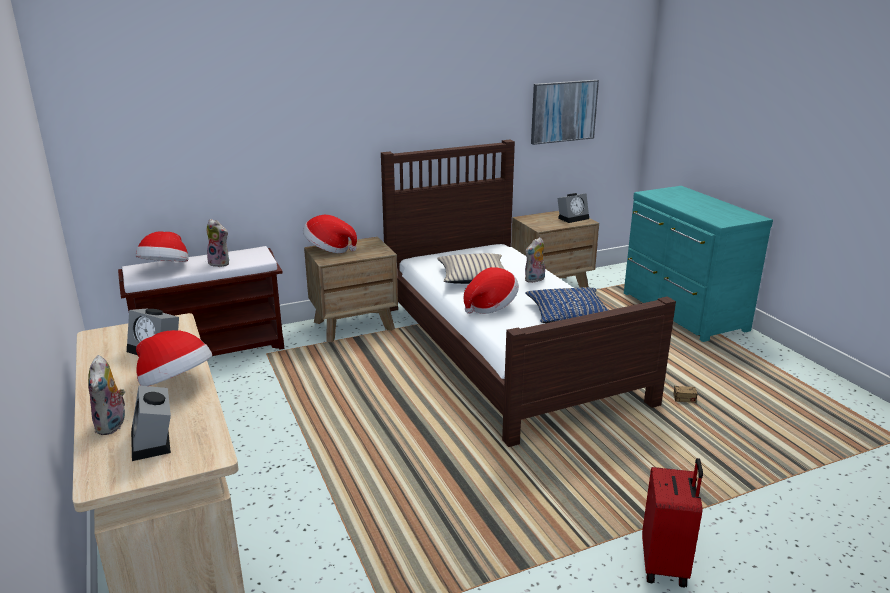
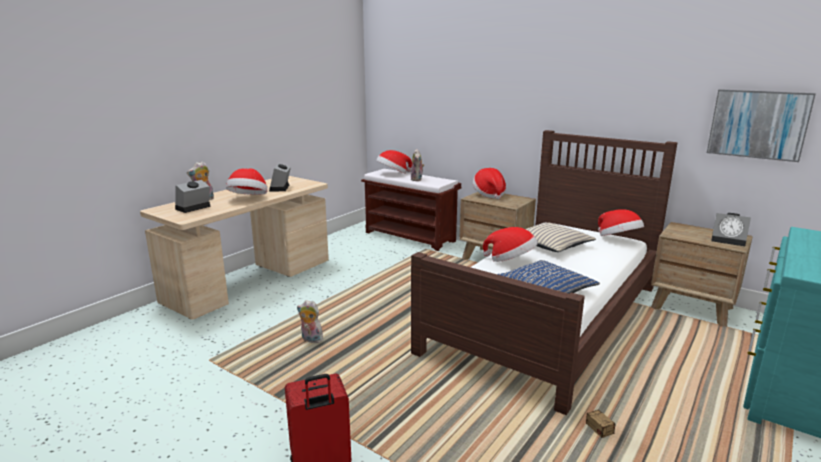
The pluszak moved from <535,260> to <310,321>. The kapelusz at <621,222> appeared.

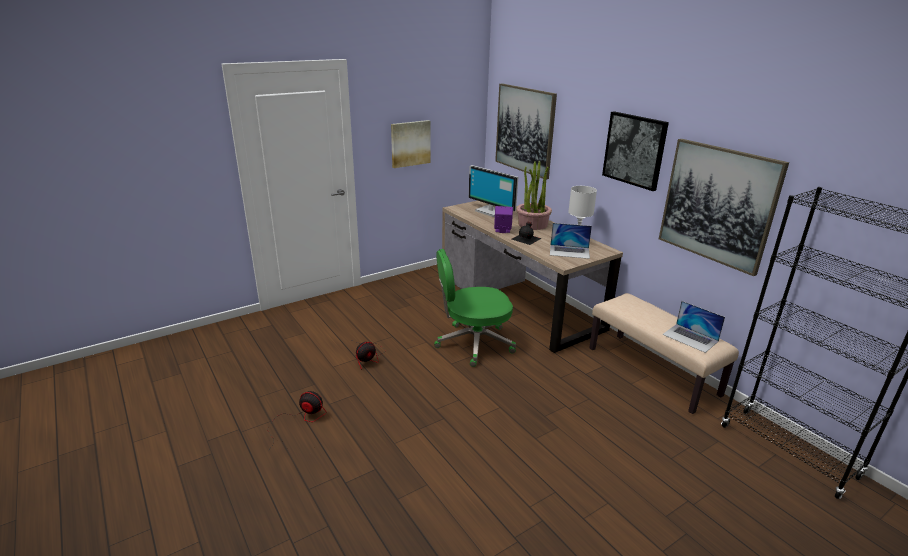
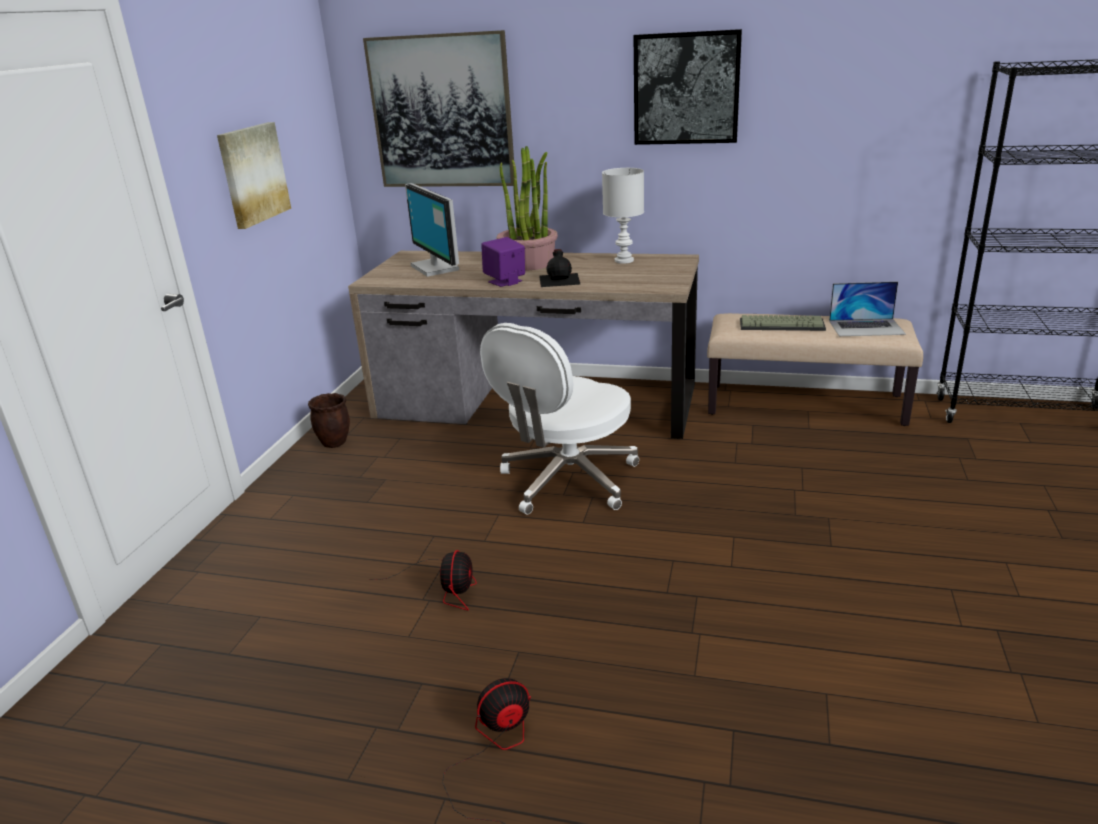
The obraz at <724,207> disappeared. The monitor at <493,191> turned 60 degrees clockwise. The laptop at <571,241> disappeared. The krzesło biurowe (zielony) at <475,308> became the krzesło biurowe (biały) at <559,419>. The klawiatura at <783,323> appeared. The donica (brązowy) at <329,420> appeared.

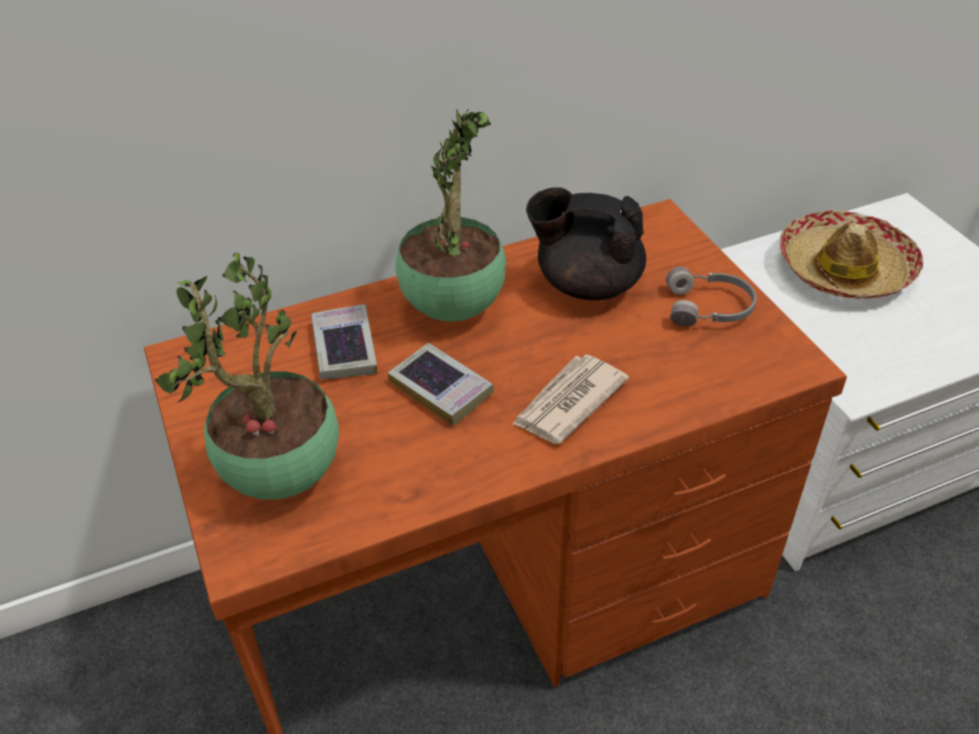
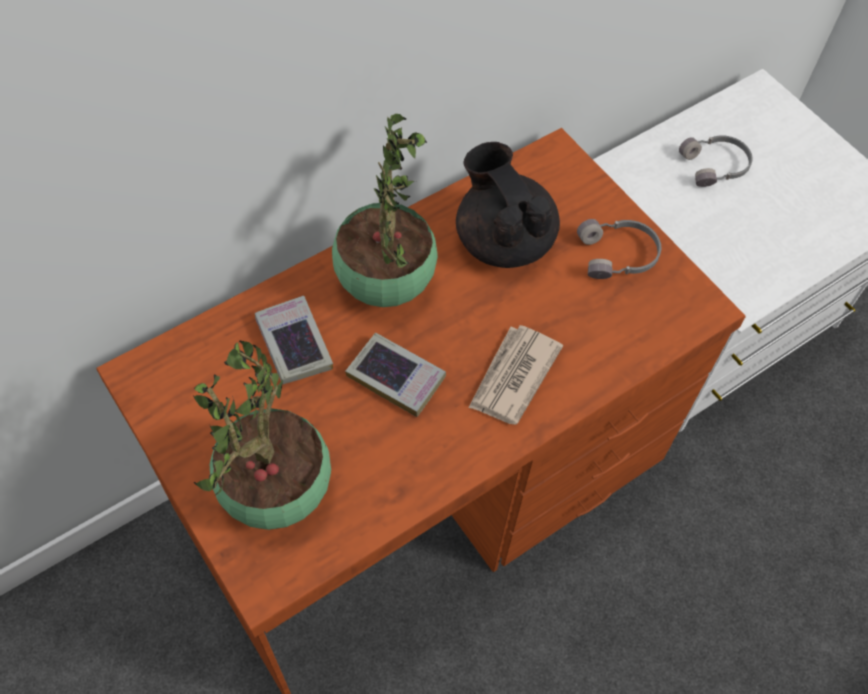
The imbryk (czarny) at <586,243> turned 60 degrees clockwise. The kapelusz at <851,254> was replaced by the słuchawki (szary) at <716,161>.

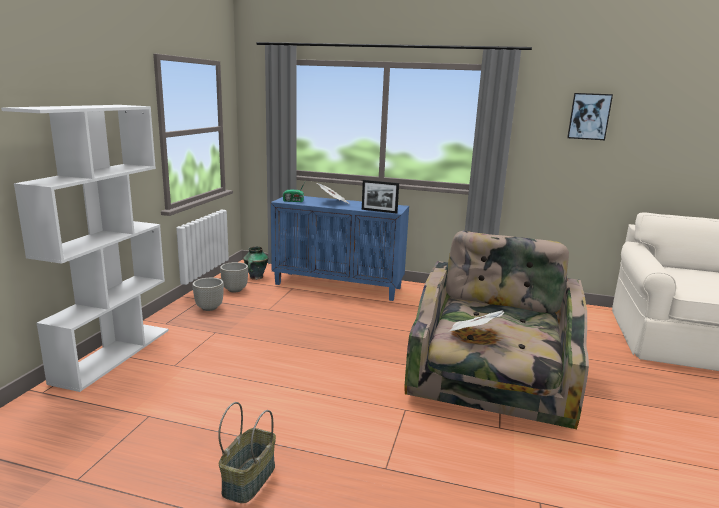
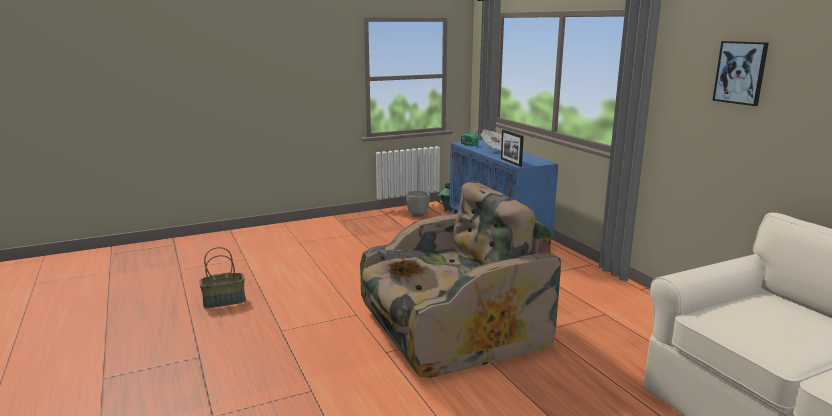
The regał (biały) at <85,248> disappeared. The donica (szary) at <208,294> disappeared.

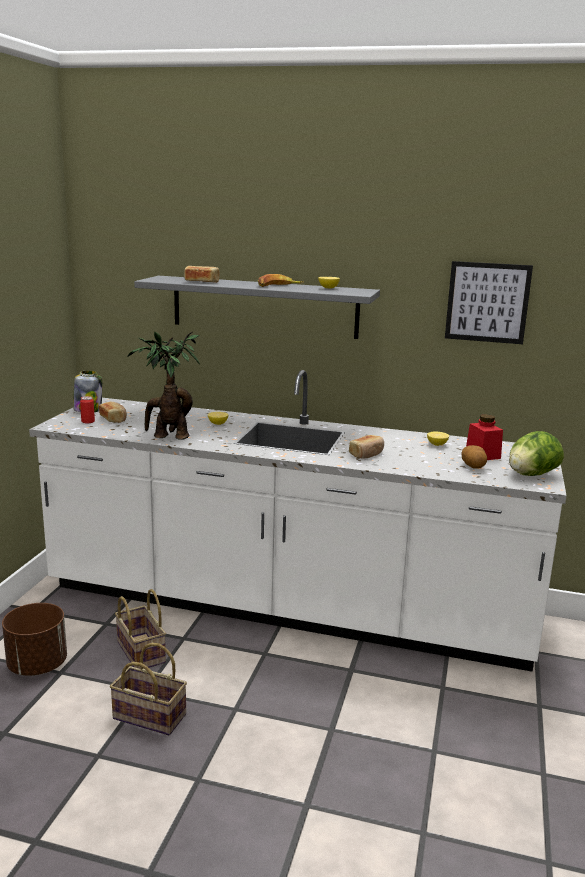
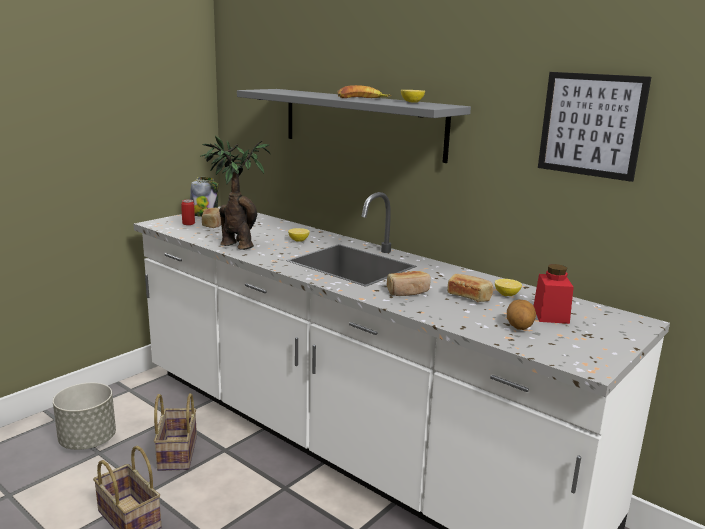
The chleb moved from <202,274> to <470,288>. The sałata at <536,453> disappeared. The donica (brązowy) at <34,639> became the donica (szary) at <84,416>.

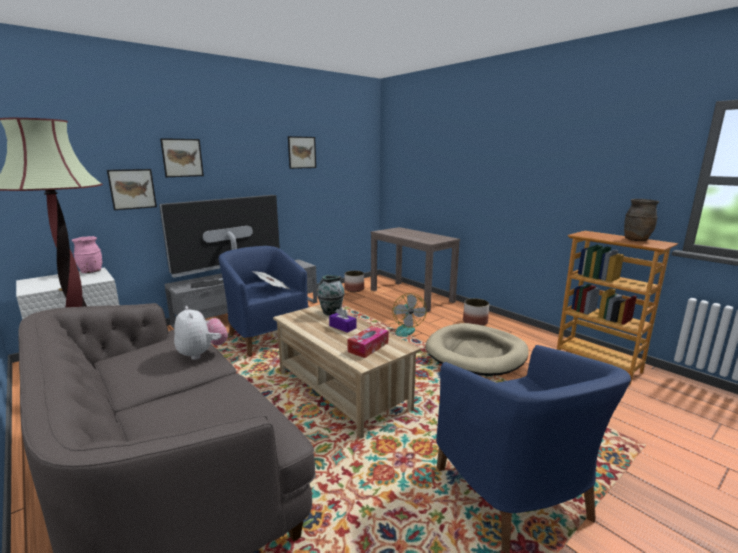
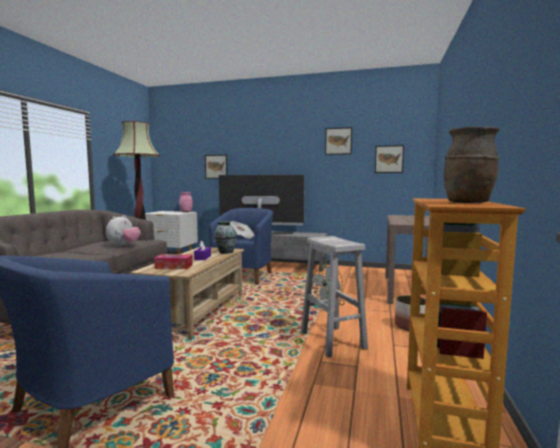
The obraz moved from <182,157> to <389,159>. The donica at <354,281> disappeared. The legowisko (beżowy) at <477,349> was replaced by the stołek (biały) at <334,296>.

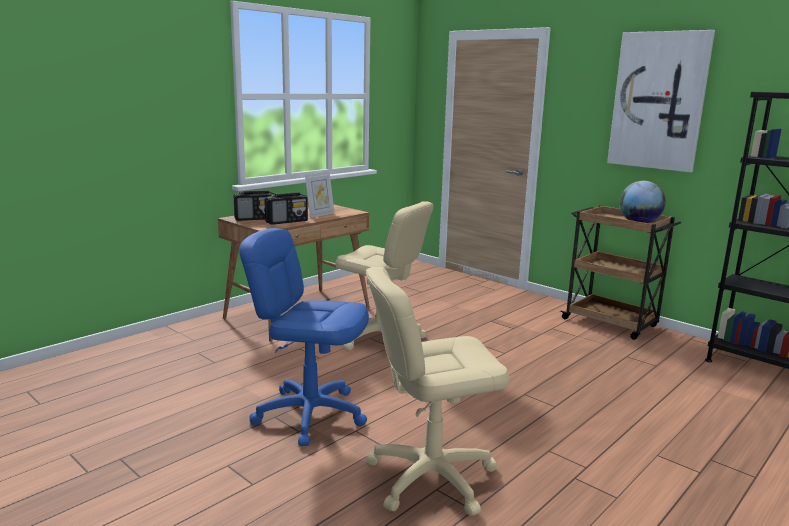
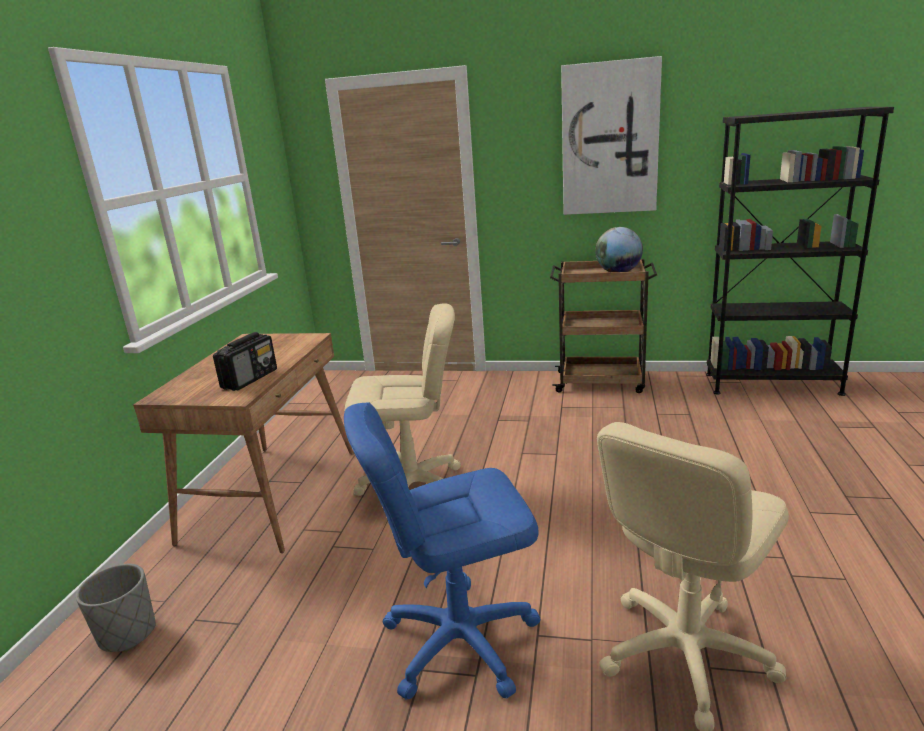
The ramka na zdjęcie at <319,195> disappeared. The radio at <254,205> disappeared. The donica (szary) at <116,608> appeared.

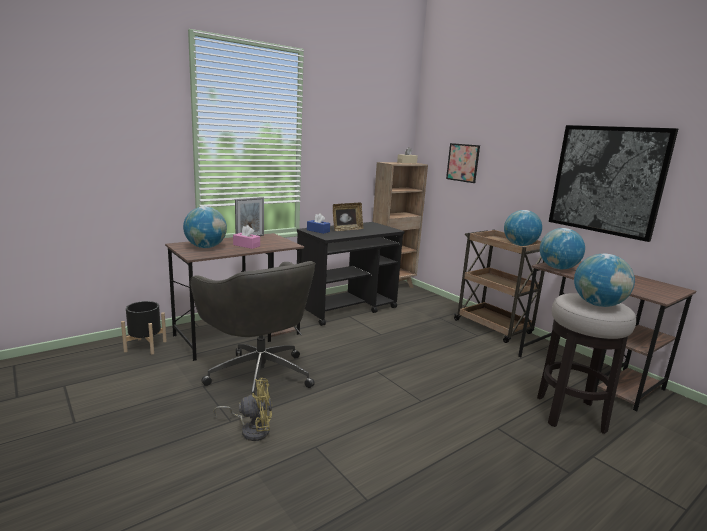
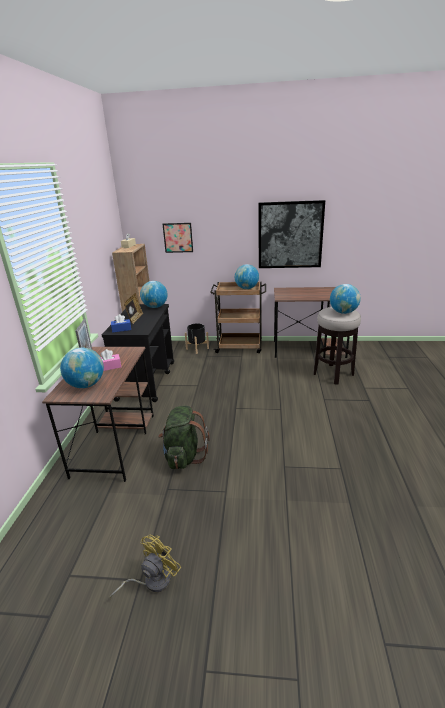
The globus moved from <562,248> to <154,294>. The krzesło biurowe (szary) at <253,327> was replaced by the plecak (zielony) at <184,437>. The donica (czarny) moved from <144,327> to <197,338>. The wentylator (żółty) moved from <242,409> to <145,567>.

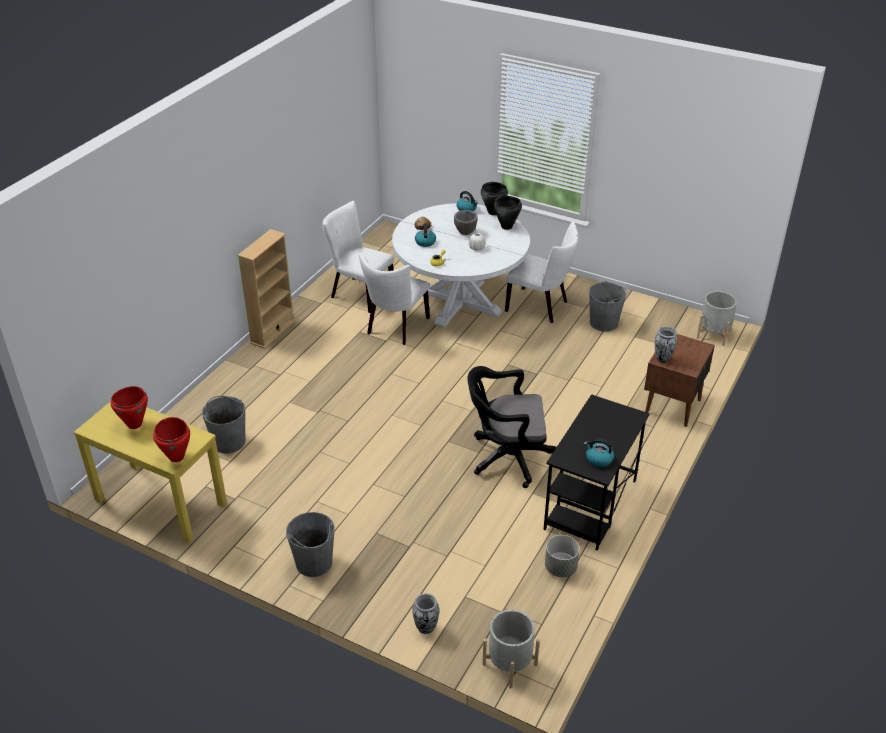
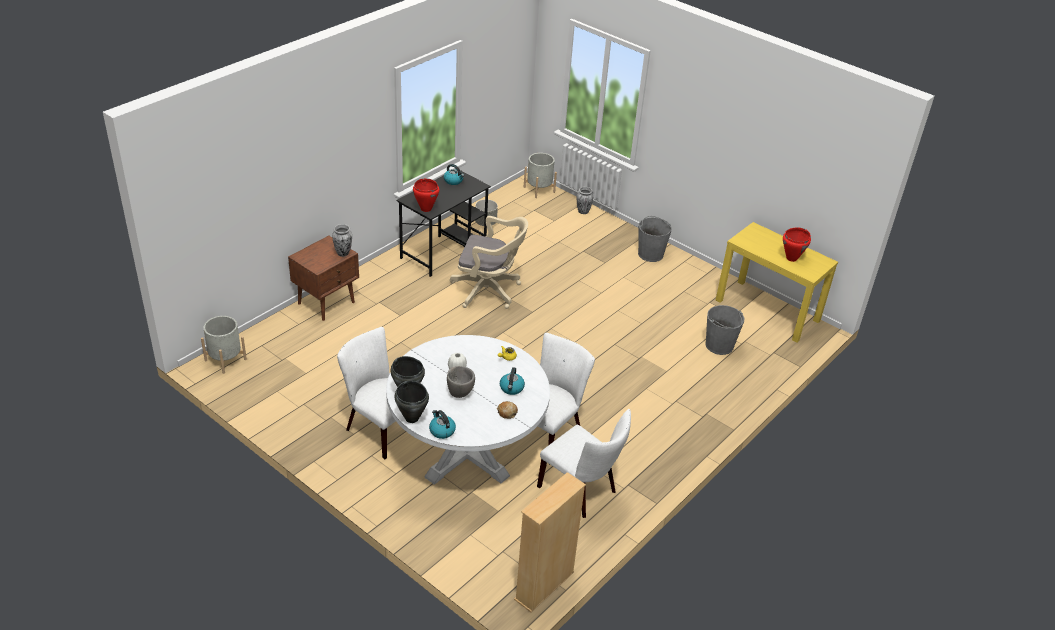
The regał (beżowy) moved from <266,289> to <550,542>. The wiadro (szary) at <608,306> disappeared. The krzesło biurowe (czarny) at <511,427> became the krzesło biurowe (beżowy) at <489,262>. The garnek (czerwony) moved from <171,439> to <426,195>.

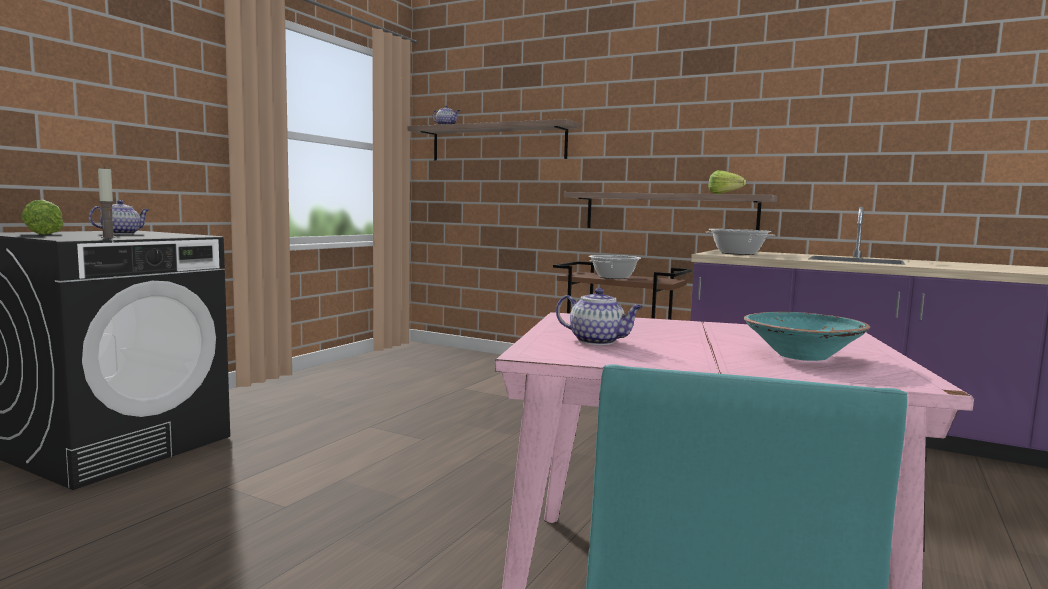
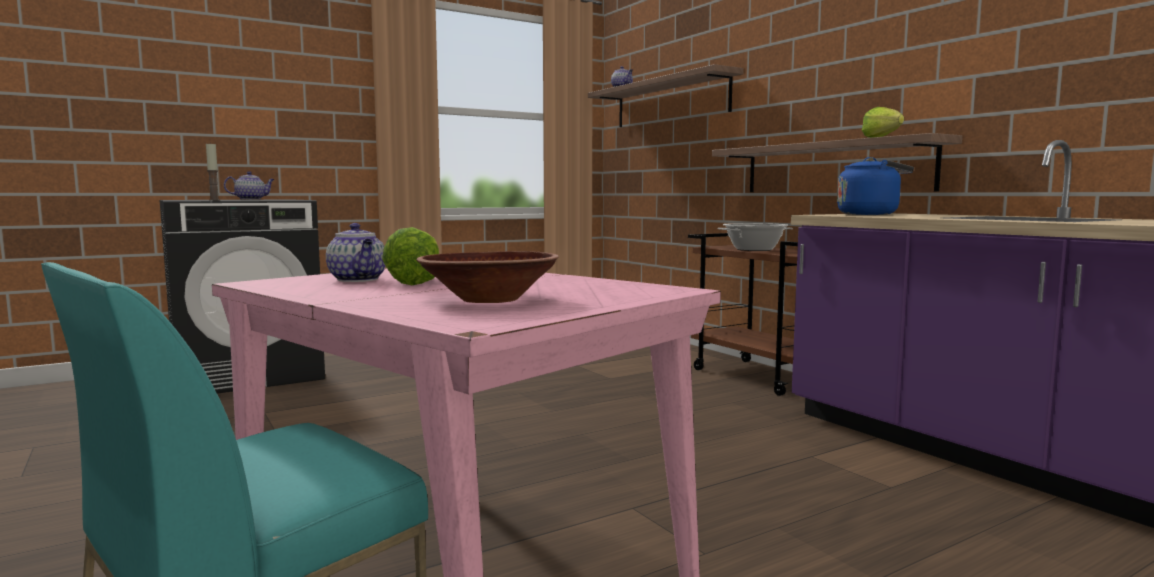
The sałata moved from <43,217> to <410,256>. The garnek at <740,242> was replaced by the czajnik (niebieski) at <875,186>. The miska (turkusowy) at <807,336> became the miska (brązowy) at <487,277>.

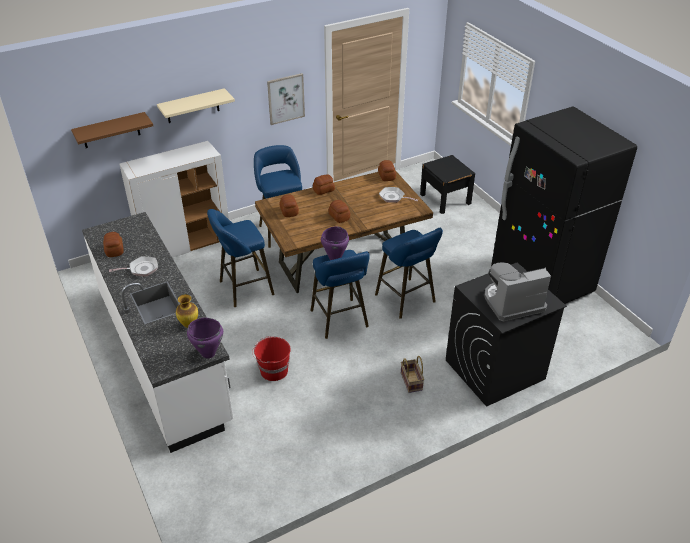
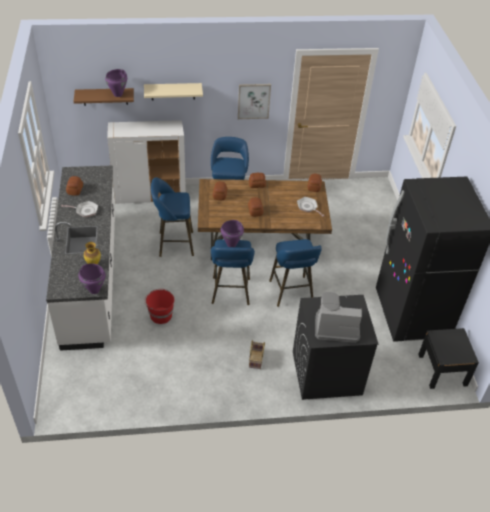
The szafka nocna (czarny) moved from <447,184> to <448,358>. The garnek (fioletowy) at <116,83> appeared.

